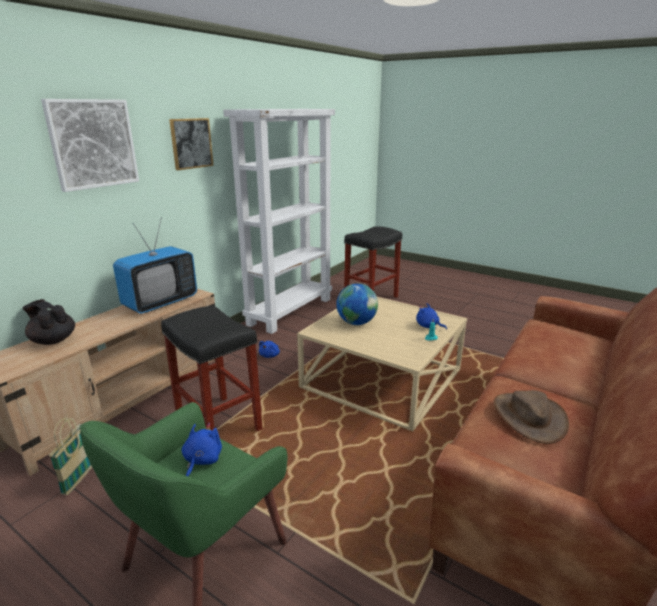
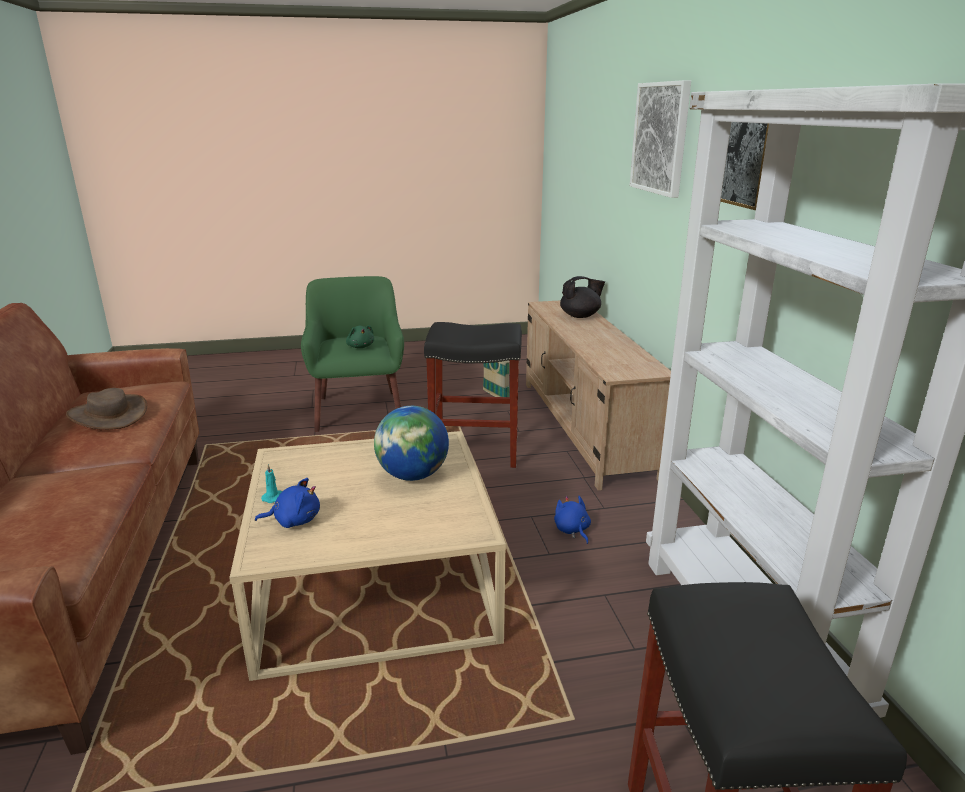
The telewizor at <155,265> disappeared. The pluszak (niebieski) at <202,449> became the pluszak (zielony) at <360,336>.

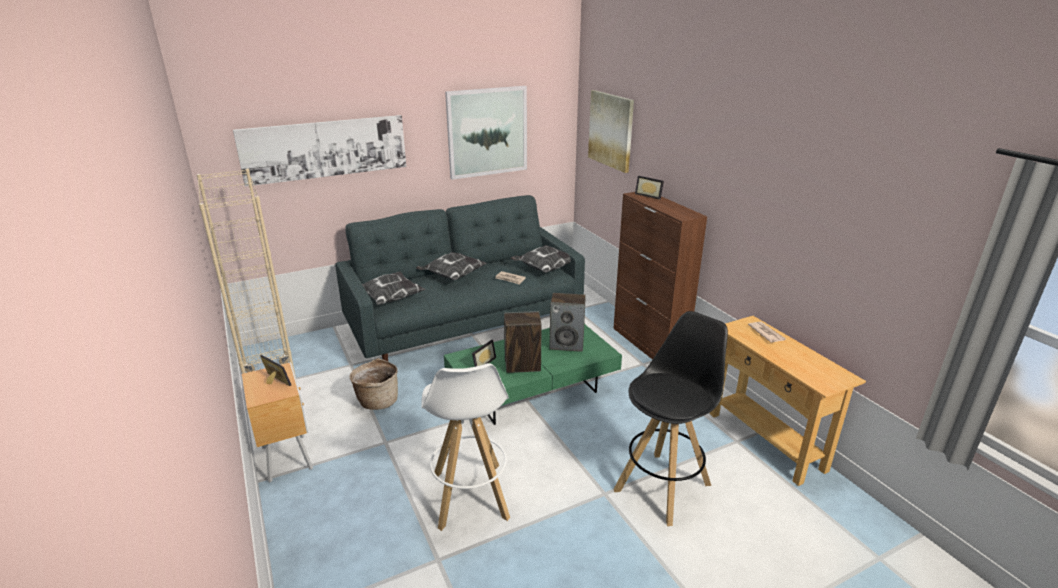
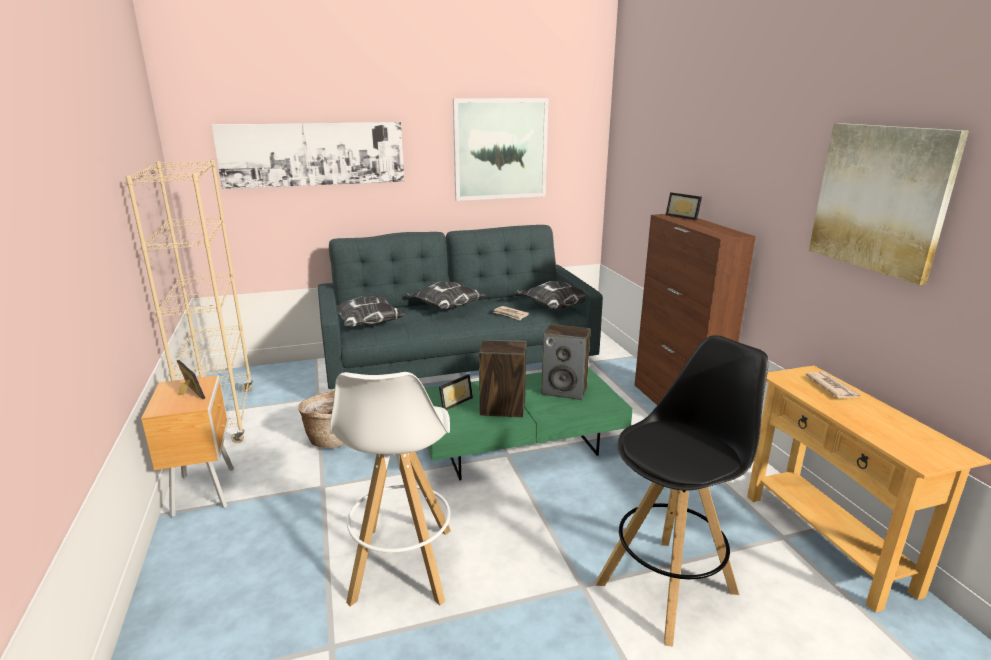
The obraz moved from <611,131> to <889,204>.

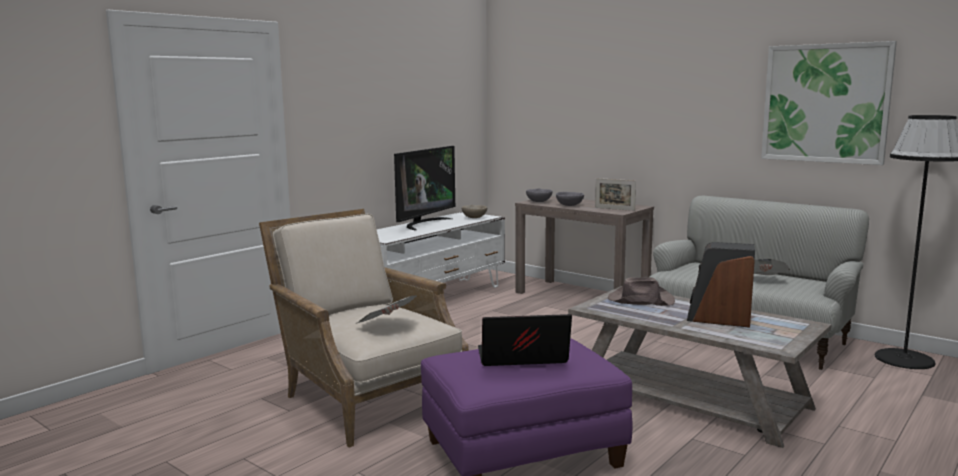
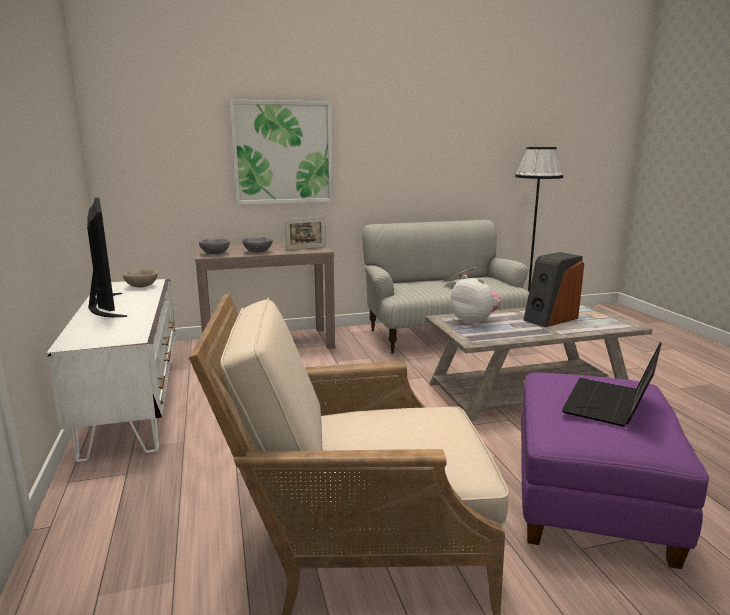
The obraz moved from <829,103> to <281,152>. The kapelusz (brązowy) at <641,291> was replaced by the pluszak at <475,301>. The gazeta at <387,309> disappeared.

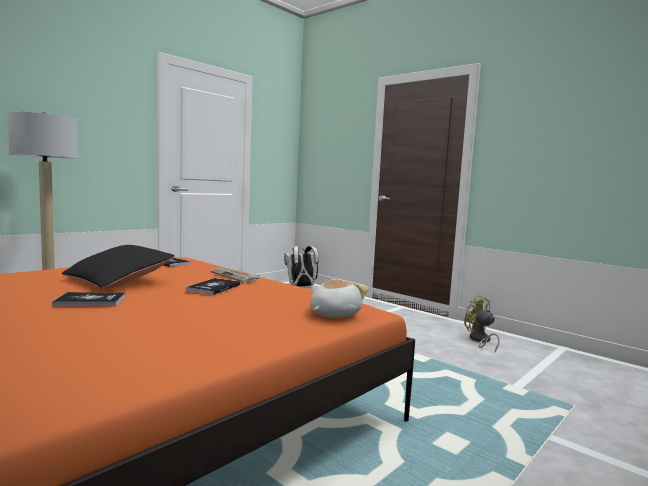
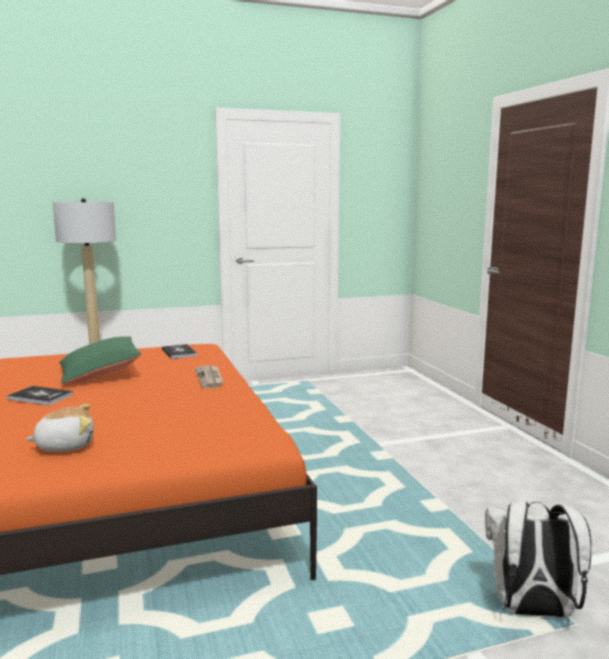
The poduszka (czarny) at <118,267> became the poduszka (zielony) at <100,360>. The plecak (biały) moved from <301,266> to <538,559>. The książka at <213,286> disappeared. The pluszak moved from <339,298> to <59,428>. The wentylator (żółty) at <482,323> disappeared.

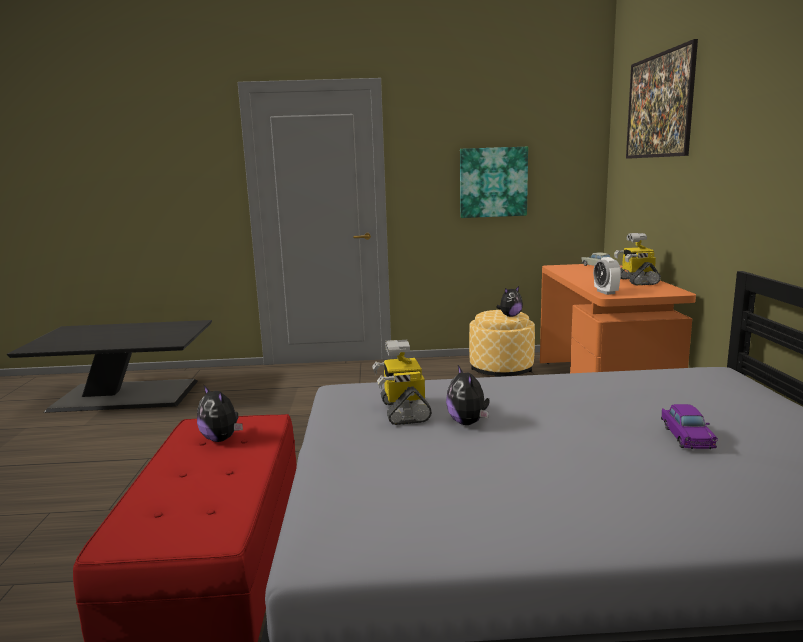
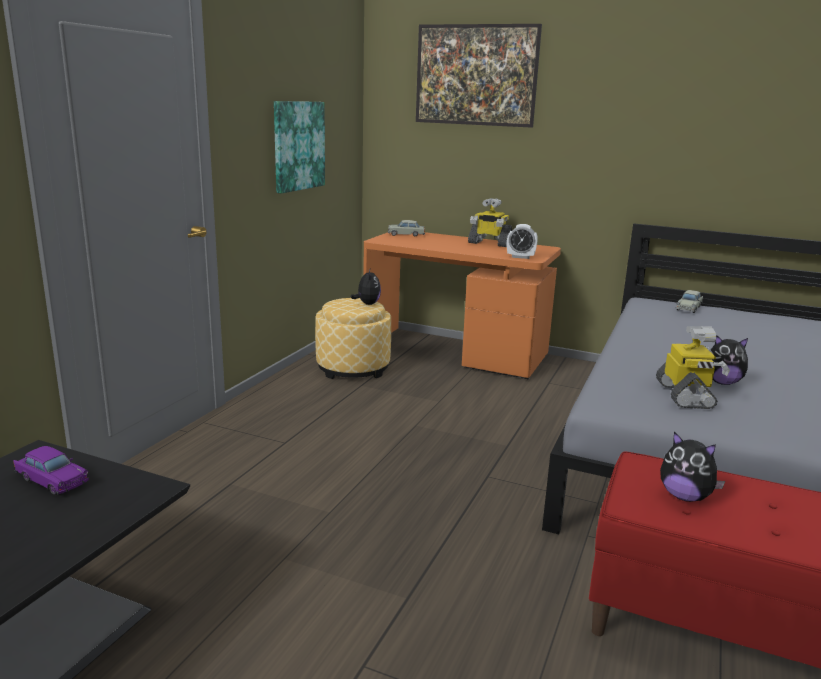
The robot zabawkowy at <402,382> turned 105 degrees counterclockwise. The pluszak at <220,413> turned 60 degrees clockwise. The samochodzik (fioletowy) moved from <689,426> to <51,470>. The samochodzik (beżowy) at <689,301> appeared.

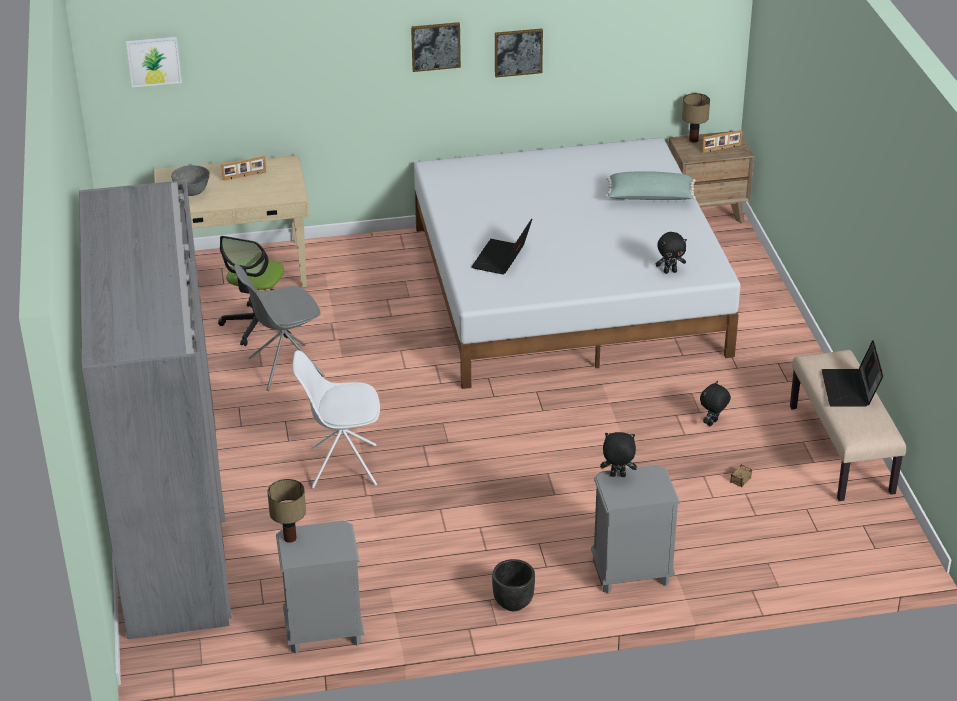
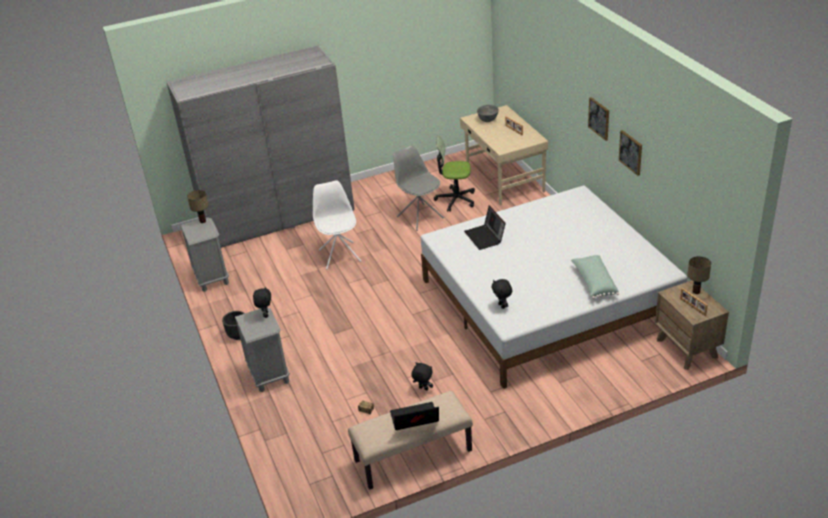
The obraz at <154,62> disappeared. The laptop at <501,246> turned 120 degrees counterclockwise.

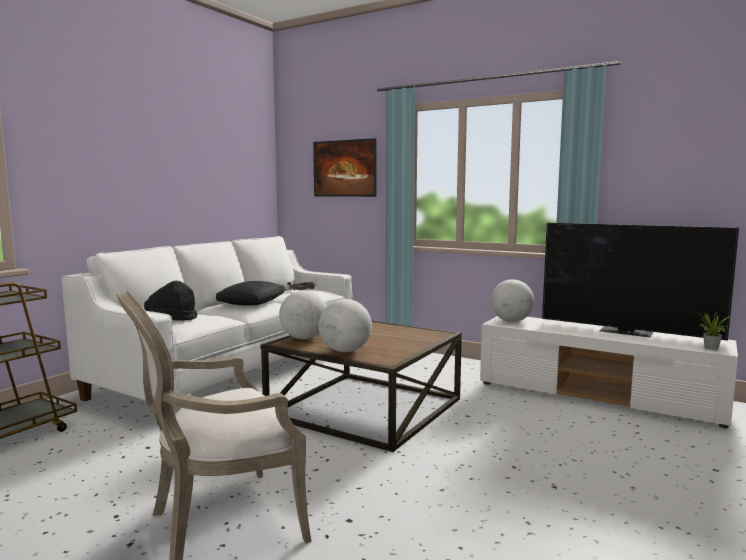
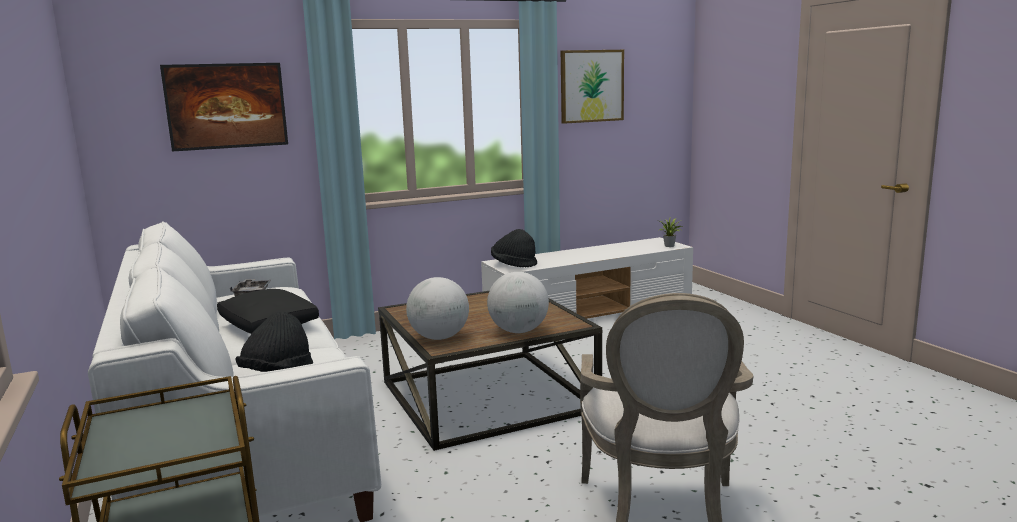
The telewizor at <640,282> disappeared. The globus at <512,300> was replaced by the kapelusz (czarny) at <514,248>. The obraz at <592,87> appeared.

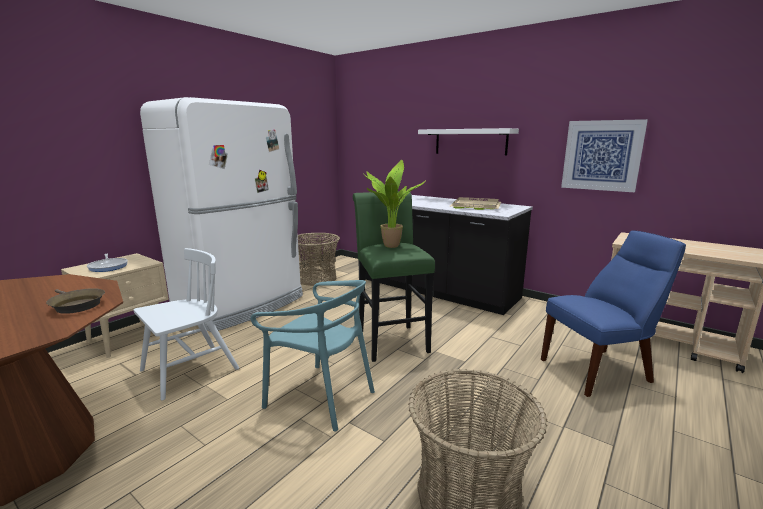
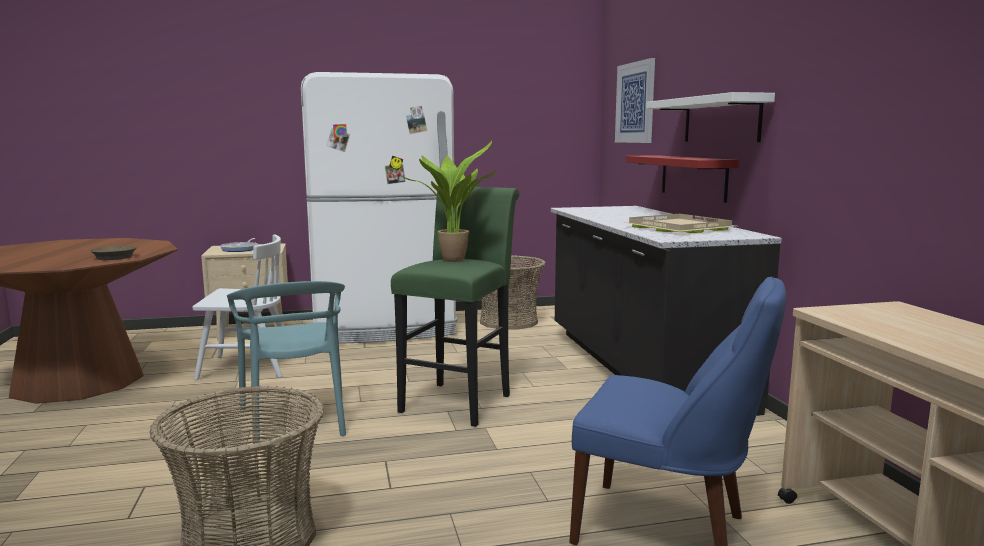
The obraz moved from <604,155> to <635,100>. The półka (czerwony) at <682,179> appeared.

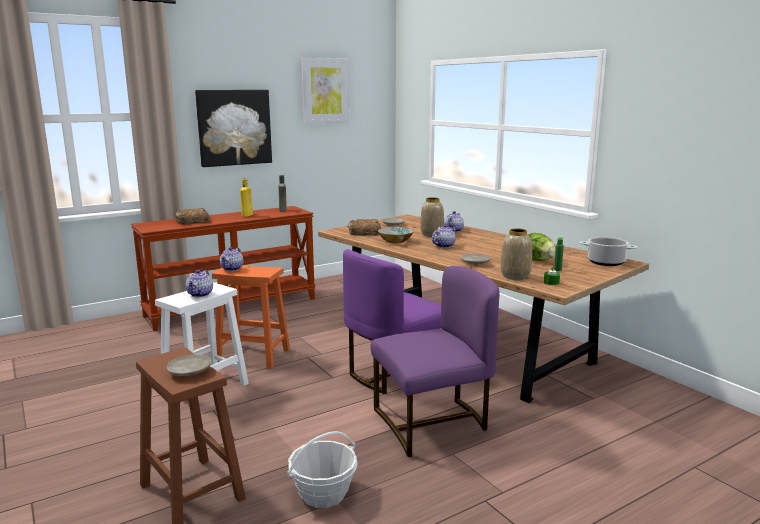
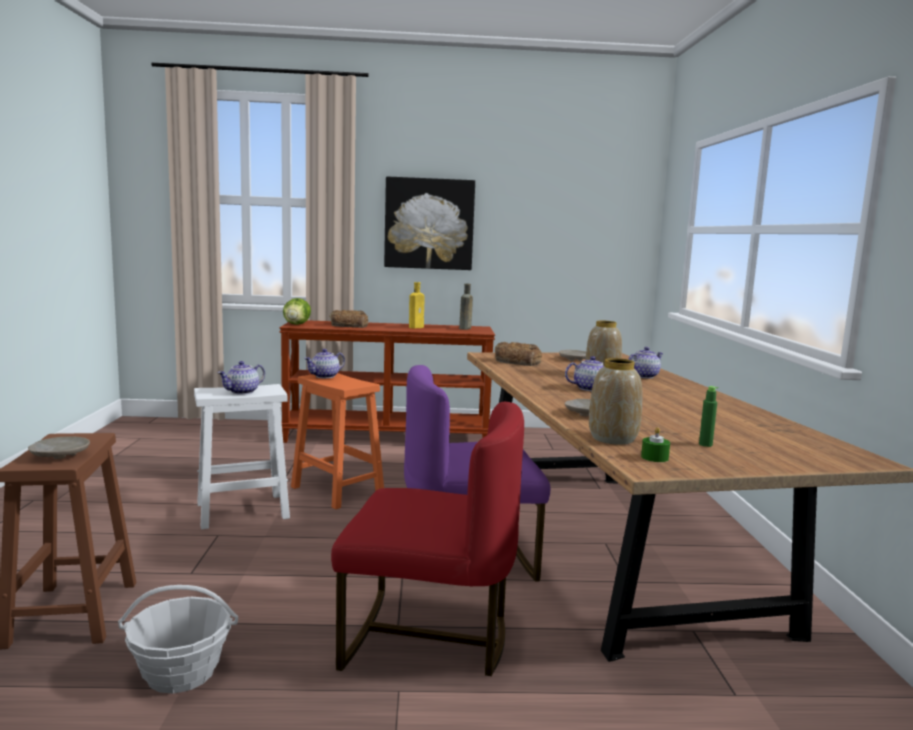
The obraz at <325,91> disappeared. The miska at <396,235> disappeared. The sałata moved from <542,247> to <297,311>. The garnek at <608,251> disappeared. The krzesło (fioletowy) at <435,361> became the krzesło (czerwony) at <427,539>.

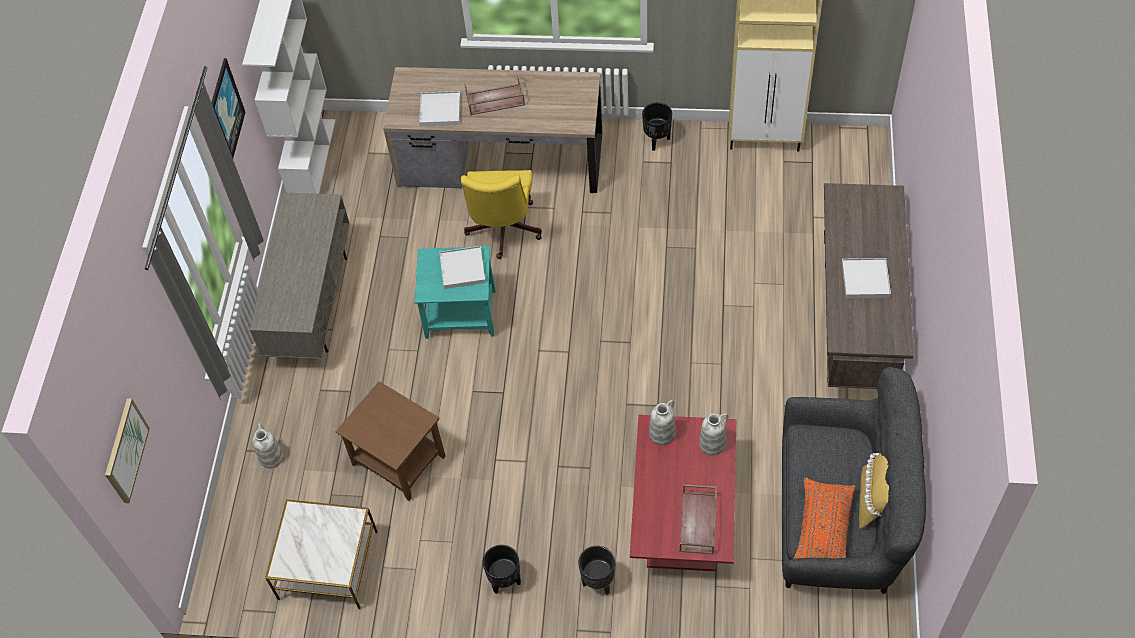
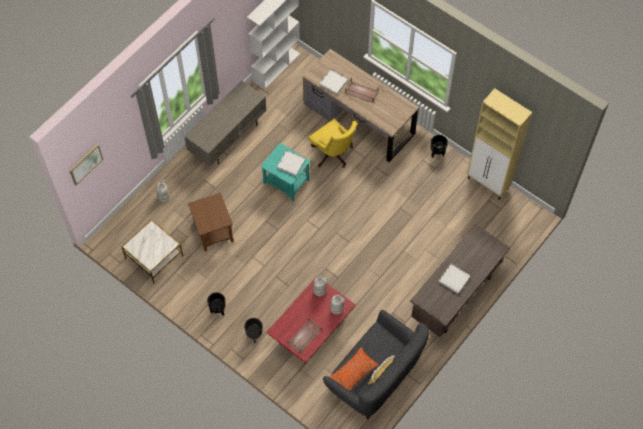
The obraz at <228,108> disappeared. The krzesło biurowe (żółty) at <501,214> turned 75 degrees counterclockwise.

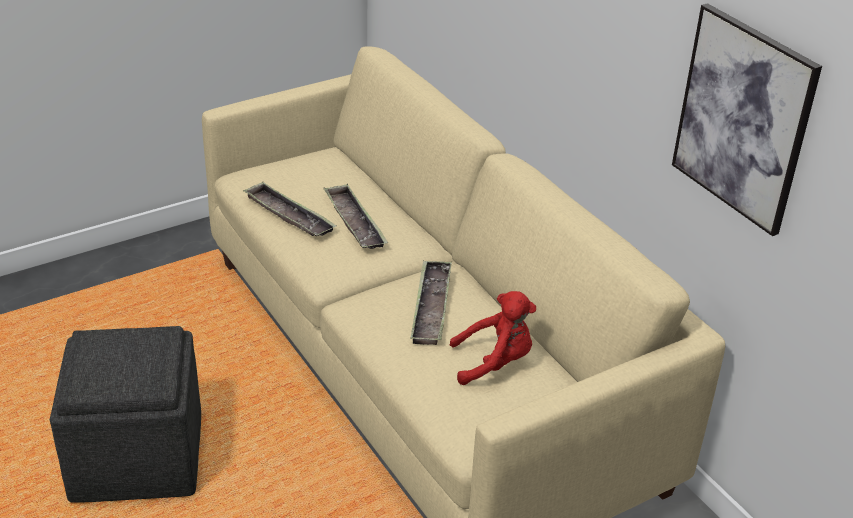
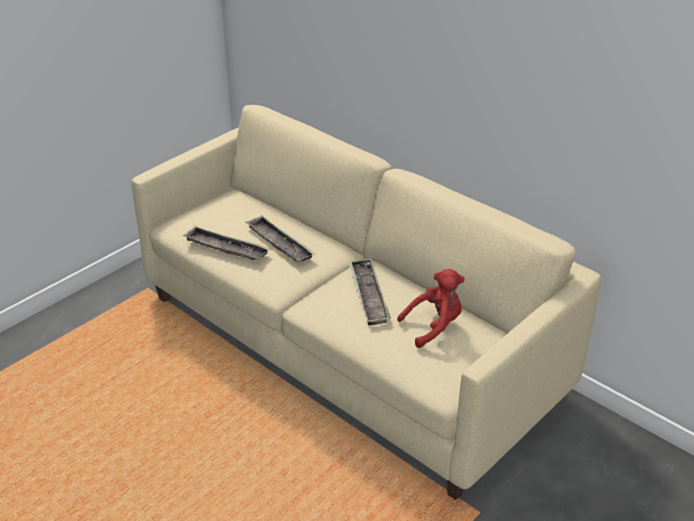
The obraz at <747,119> disappeared. The pufa (szary) at <125,414> disappeared.

